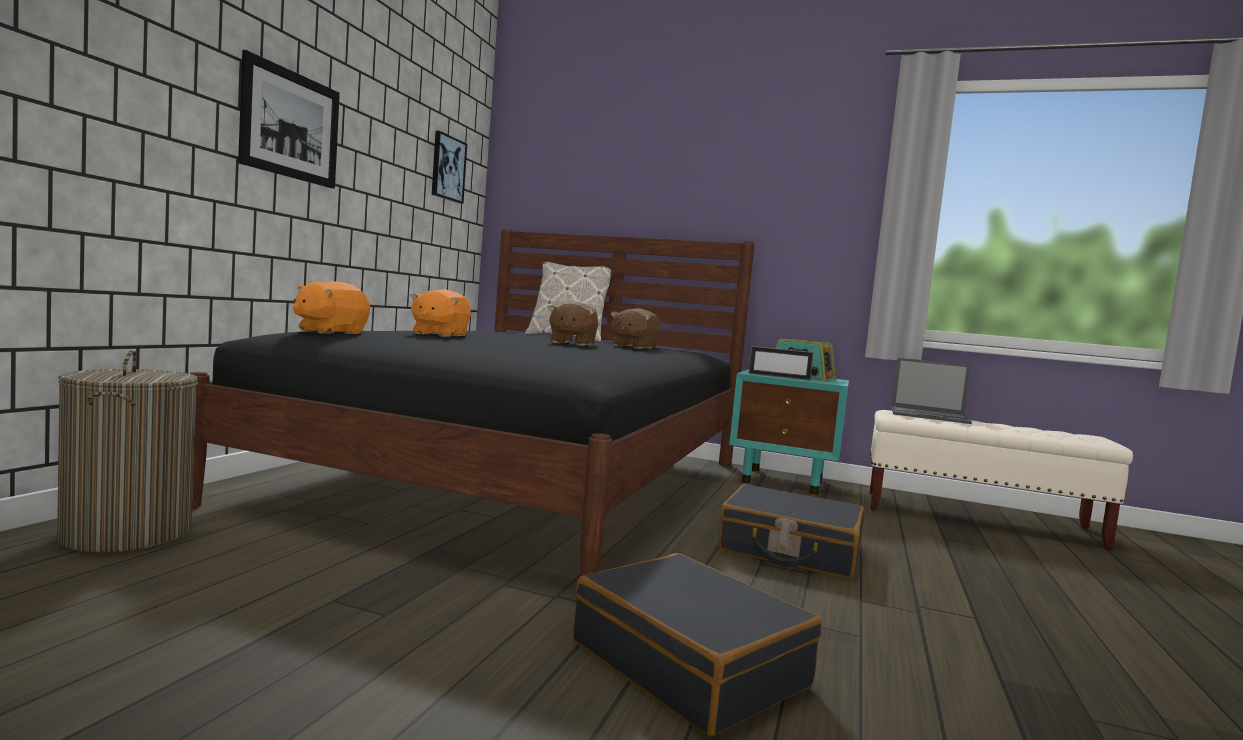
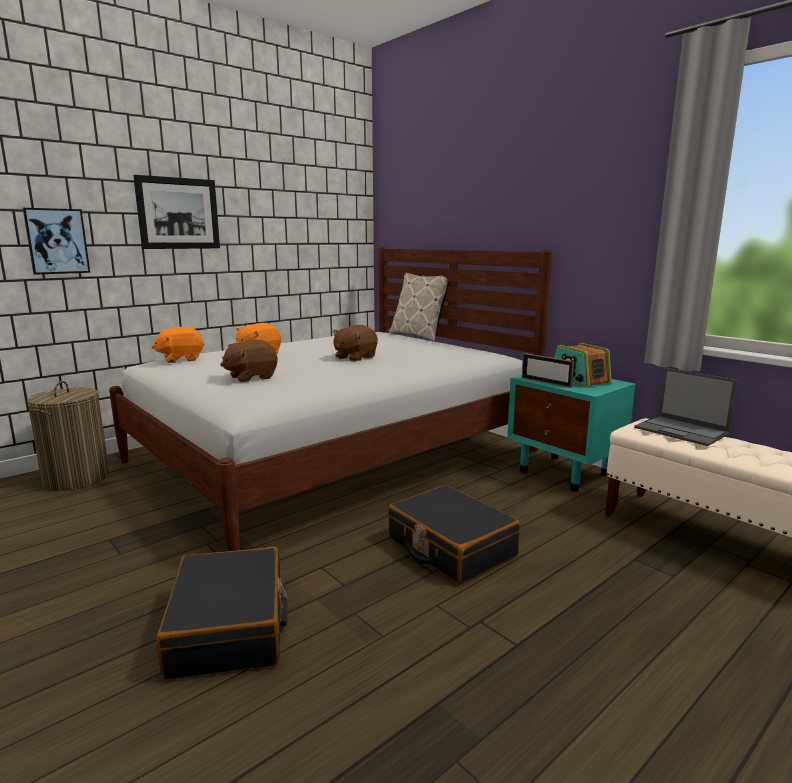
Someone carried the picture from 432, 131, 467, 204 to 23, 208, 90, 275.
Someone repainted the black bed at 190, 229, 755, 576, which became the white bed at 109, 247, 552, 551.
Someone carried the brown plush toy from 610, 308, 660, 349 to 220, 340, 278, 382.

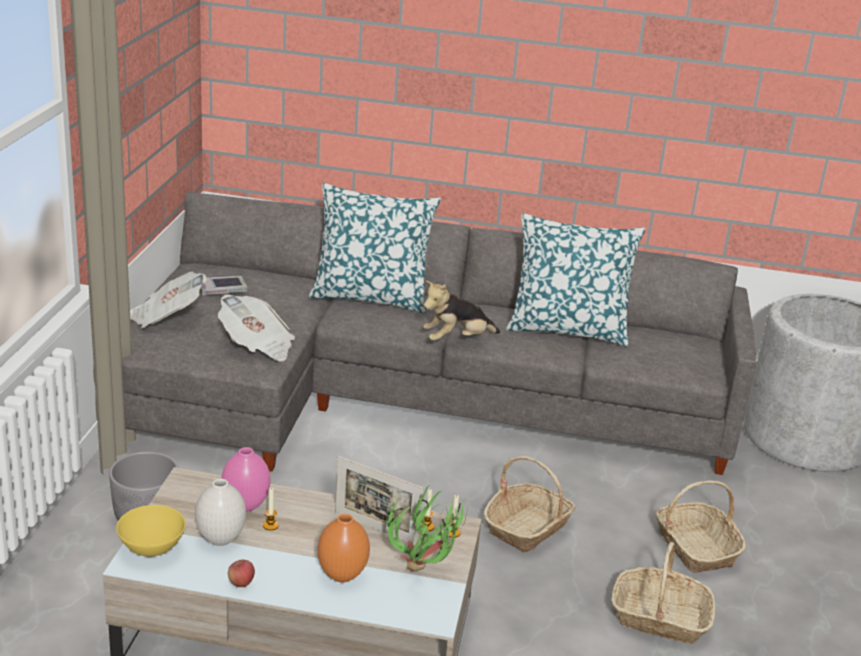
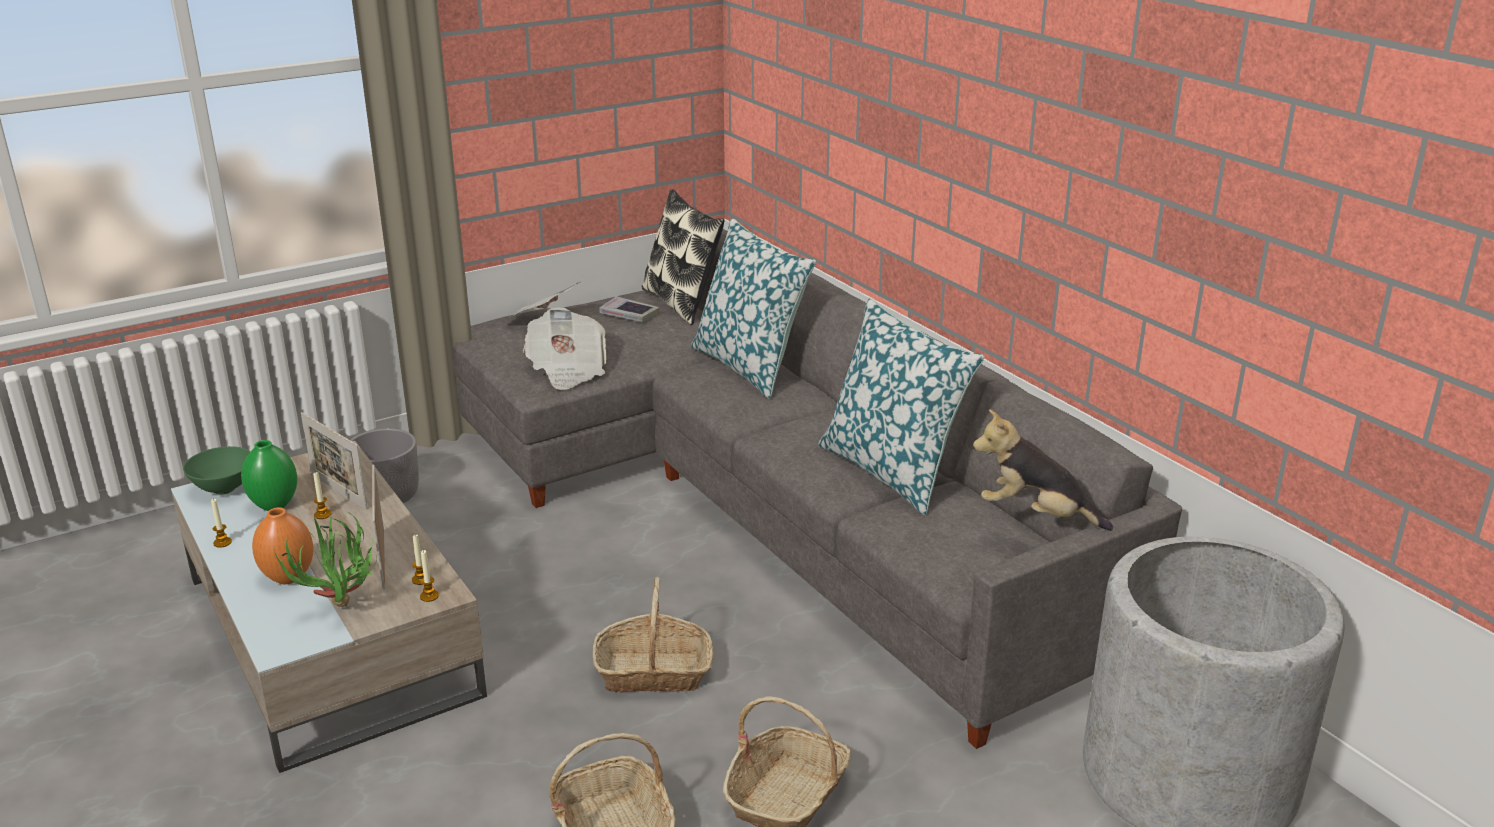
Someone carried the plush toy from 423, 281, 500, 341 to 973, 409, 1113, 531.
Someone swapped the pink vase at 221, 447, 270, 512 for the picture frame at 301, 412, 368, 510.
Someone repainted the white vase at 195, 479, 246, 546, which became the green vase at 241, 440, 297, 511.
Someone repainted the yellow bowl at 116, 505, 186, 557, which became the green bowl at 183, 446, 251, 495.
Someone swapped the apple at 228, 560, 255, 587 for the candle at 211, 498, 232, 548.
Someone put down the pillow at 642, 189, 725, 325.

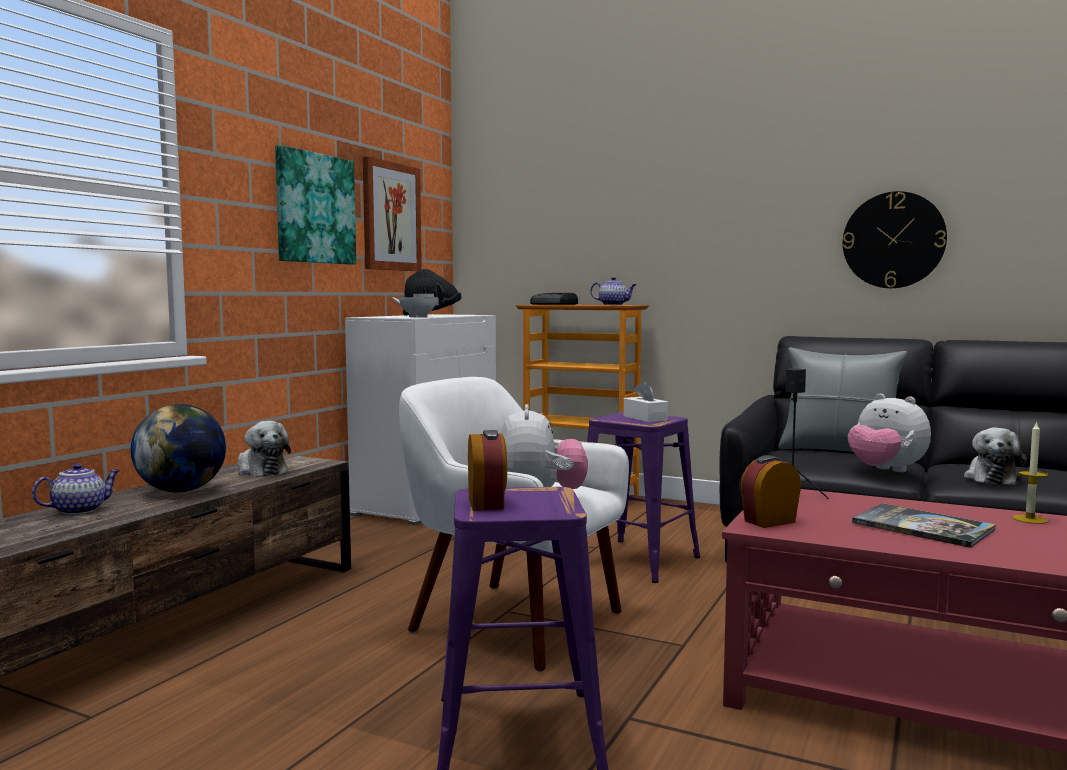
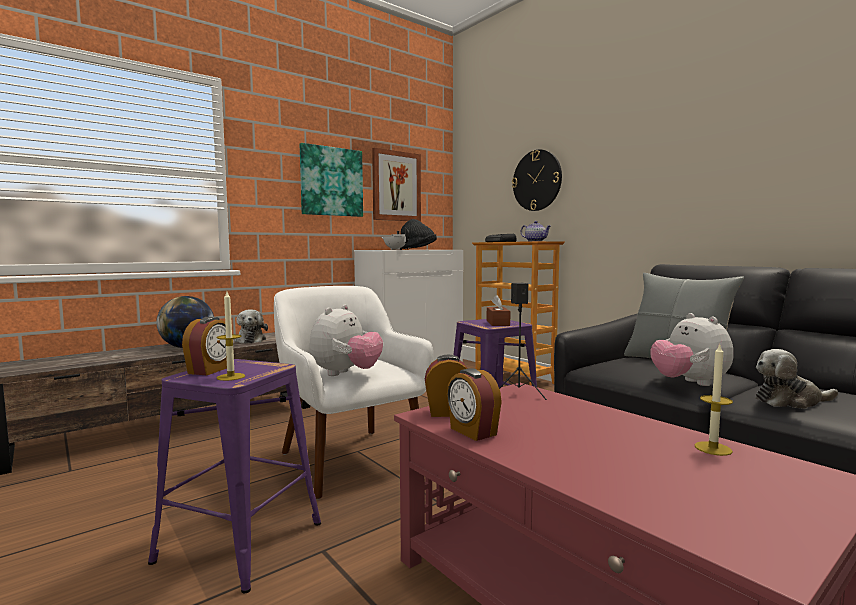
Someone carried the wall clock from 843, 191, 947, 288 to 512, 149, 562, 211.
Someone repainted the white tissue box at 624, 381, 668, 422, which became the brown tissue box at 487, 295, 510, 326.
Someone rotated the plush toy at 964, 427, 1027, 485 by 45 degrees clockwise.
Someone took away the teapot at 32, 463, 120, 515.
Someone took away the book at 852, 503, 996, 548.
Someone put down the candle at 216, 292, 245, 381.
Someone put down the alarm clock at 447, 368, 502, 441.

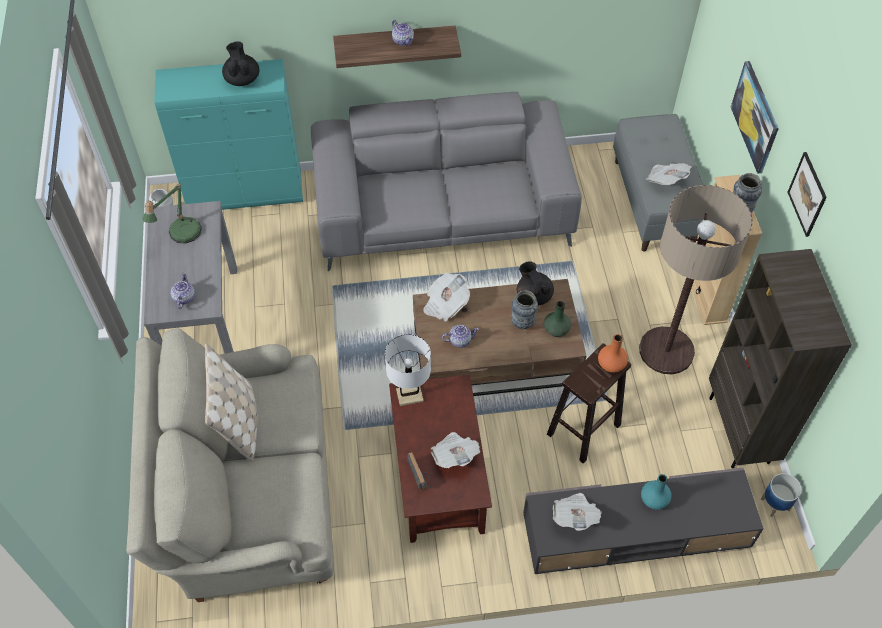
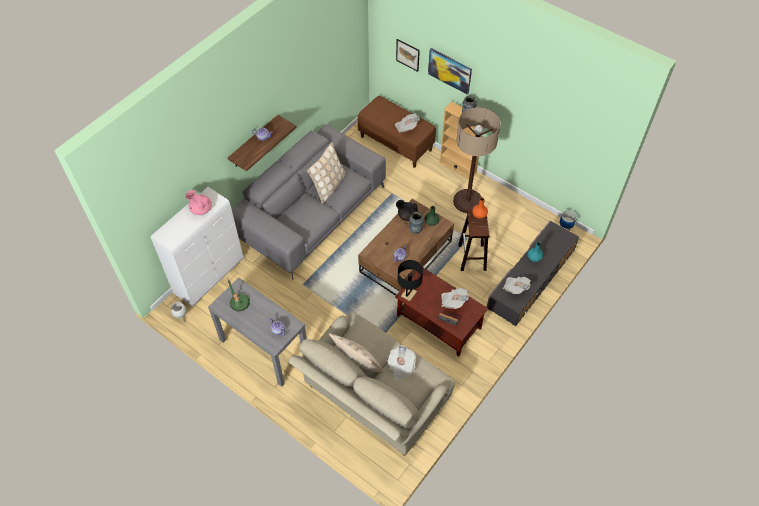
Someone repainted the black teapot at 222, 41, 260, 86, which became the pink teapot at 185, 190, 212, 215.
Someone repainted the turquoise cabinet at 154, 59, 303, 210, which became the white cabinet at 150, 187, 243, 307.
Someone repainted the grey bench at 613, 114, 703, 252, which became the brown bench at 358, 96, 436, 168.
Someone carried the picture from 787, 152, 827, 237 to 396, 39, 420, 72.
Someone took away the brown bookcase at 709, 249, 852, 468.
Someone carried the newspaper from 423, 273, 470, 322 to 387, 345, 416, 380.
Someone repainted the white table lamp at 385, 334, 431, 406, which became the black table lamp at 398, 260, 423, 301.
Someone put down the beige pillow at 307, 142, 346, 204.

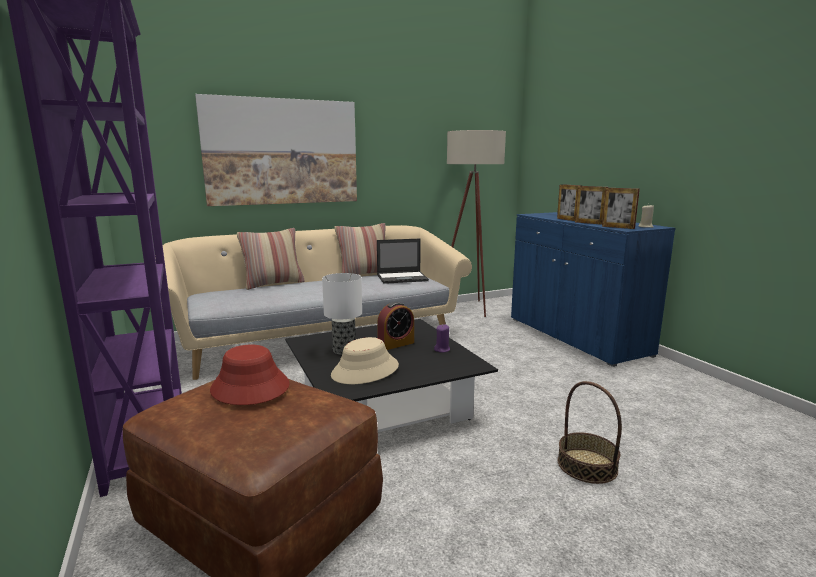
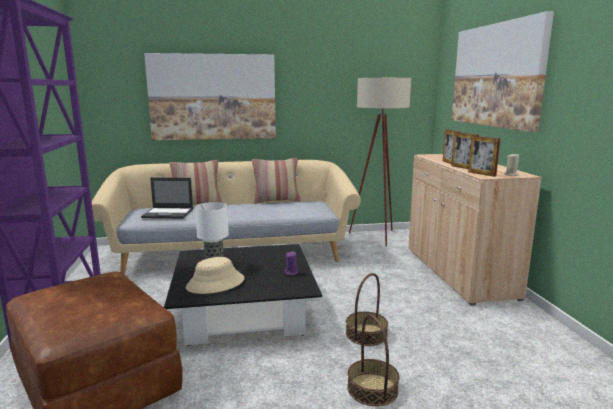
Someone repainted the blue cabinet at 511, 212, 675, 367, which became the beige cabinet at 408, 154, 542, 306.
Someone carried the laptop from 377, 239, 429, 284 to 141, 178, 193, 219.
Someone took away the alarm clock at 377, 302, 414, 350.
Someone took away the red hat at 210, 344, 290, 405.
Someone put up the picture at 452, 11, 554, 132.
Someone put down the basket at 346, 273, 388, 346.

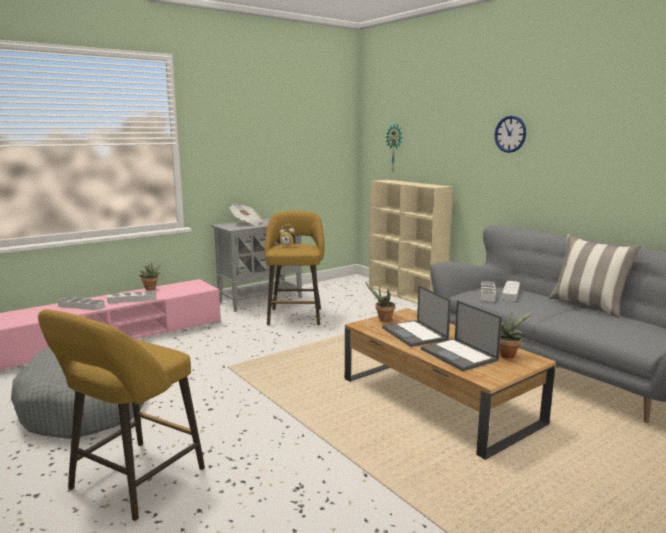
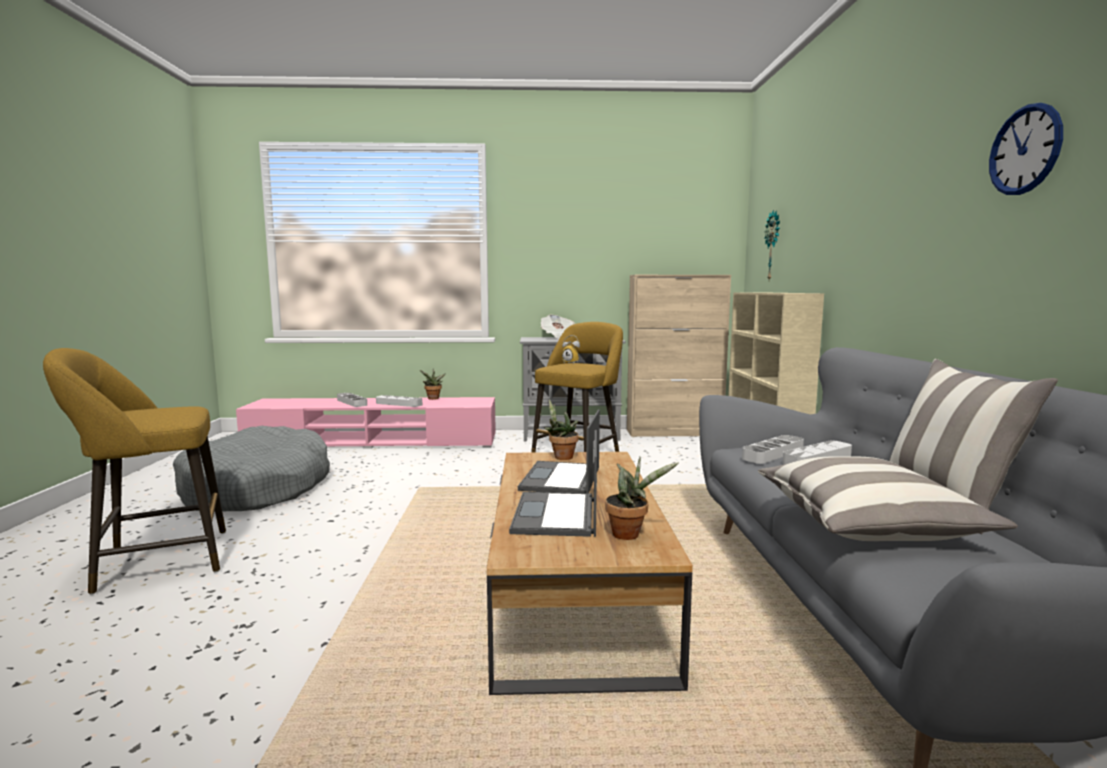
Someone carried the wall clock from 495, 116, 526, 153 to 989, 103, 1063, 195.
Someone put down the beige cabinet at 627, 275, 731, 437.
Someone put down the pillow at 758, 456, 1018, 541.

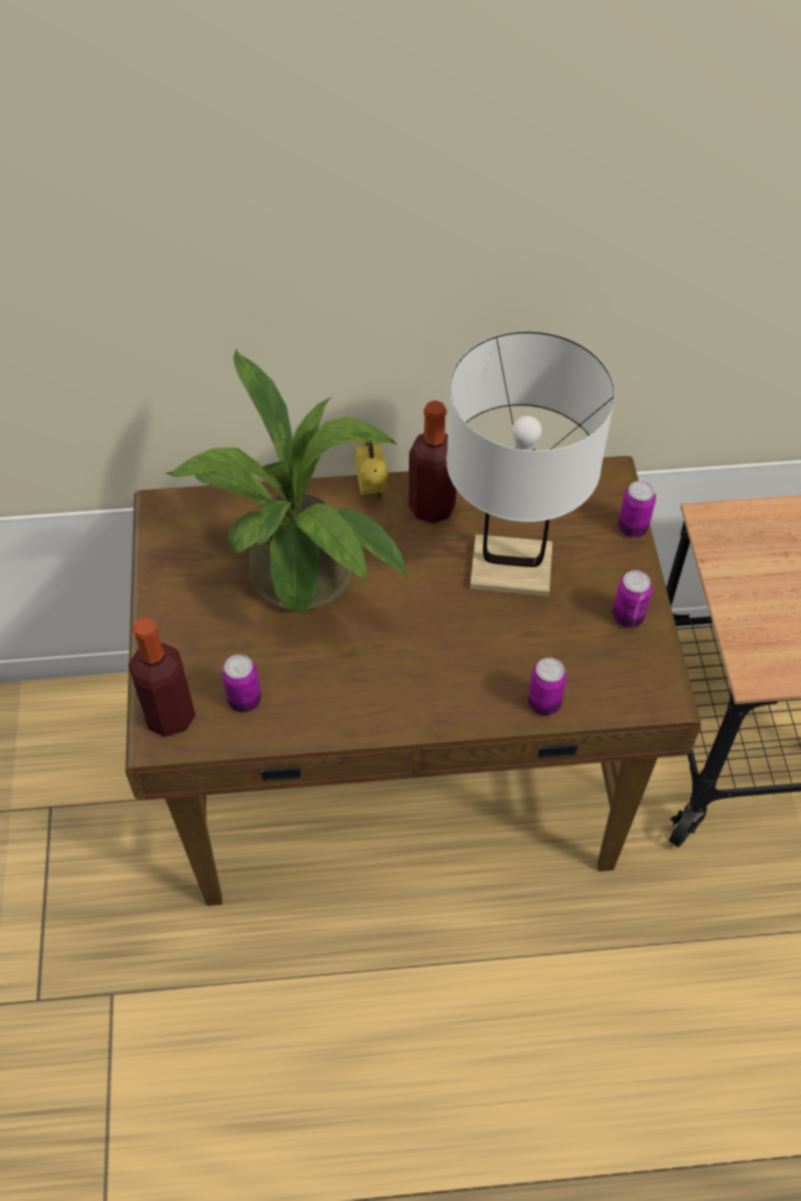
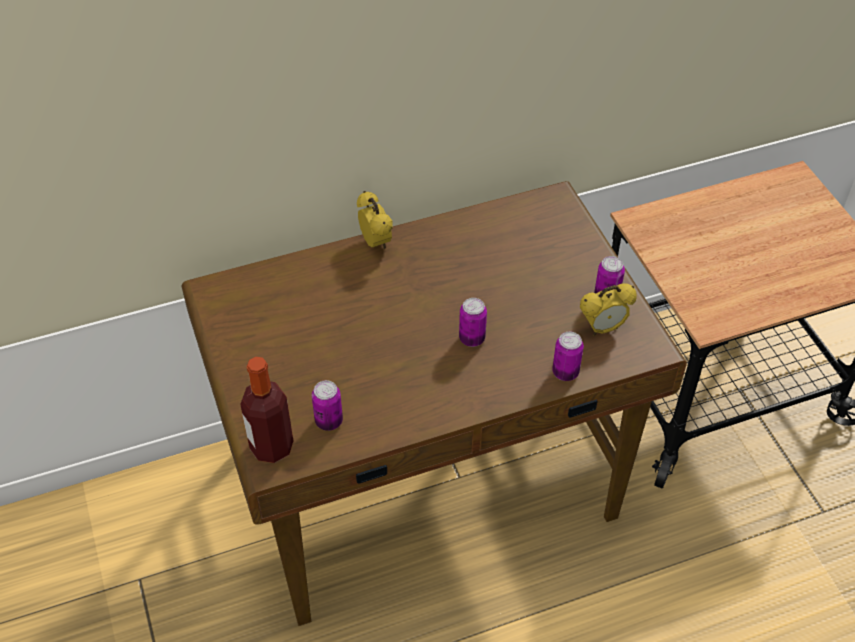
Someone took away the white table lamp at 446, 331, 615, 597.
Someone took away the potted plant at 167, 348, 407, 615.
Someone took away the bottle at 409, 400, 456, 524.
Someone carried the can from 618, 481, 656, 538 to 459, 298, 487, 347.
Someone put down the alarm clock at 580, 283, 637, 336.

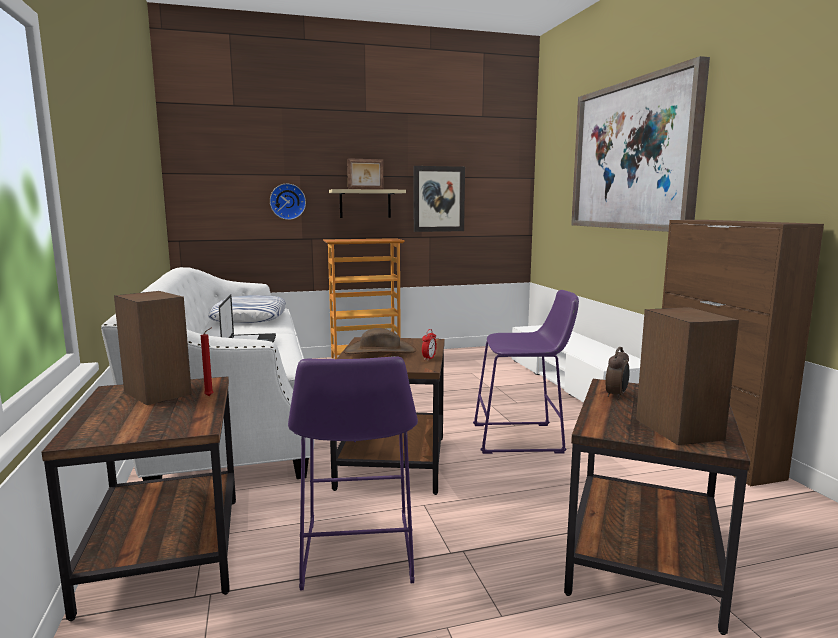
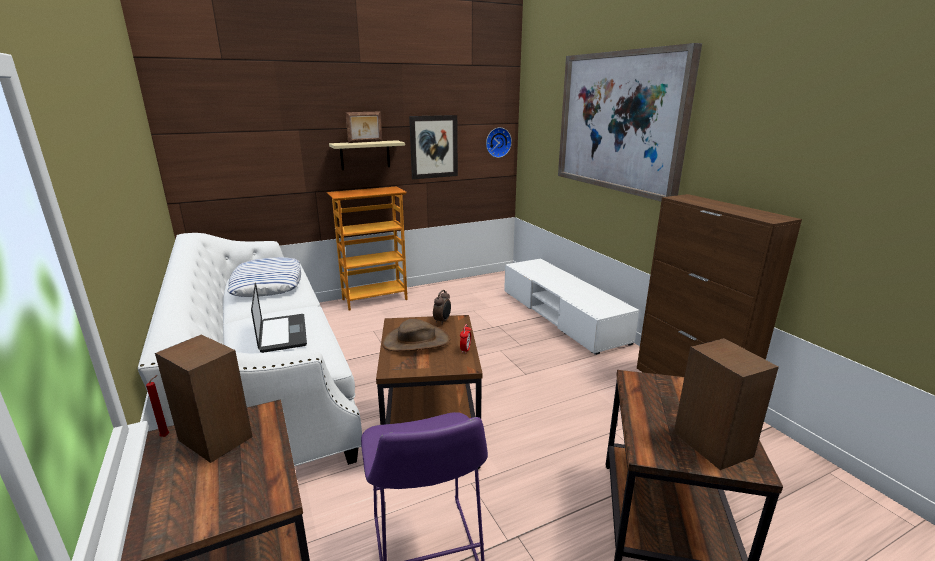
Someone carried the wall clock from 270, 184, 306, 220 to 486, 127, 512, 158.
Someone took away the purple stool at 473, 290, 579, 454.
Someone carried the red candle from 201, 327, 213, 396 to 146, 375, 169, 437.
Someone carried the alarm clock from 605, 347, 630, 400 to 433, 290, 451, 325.

